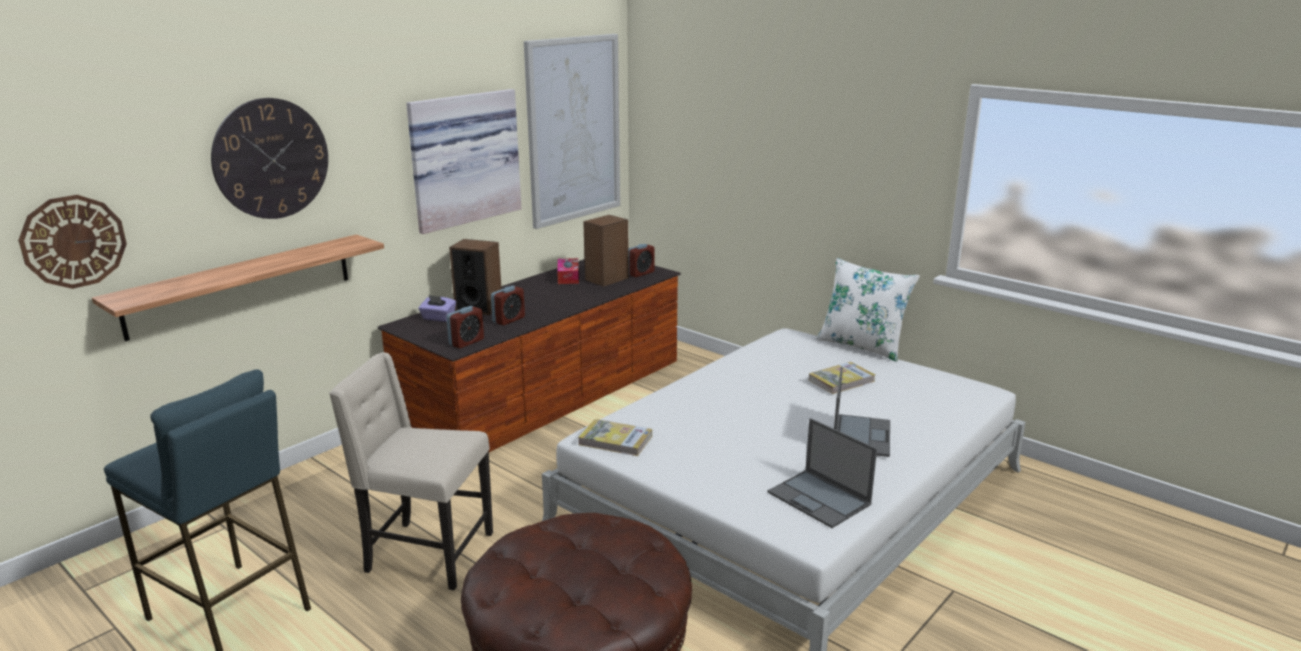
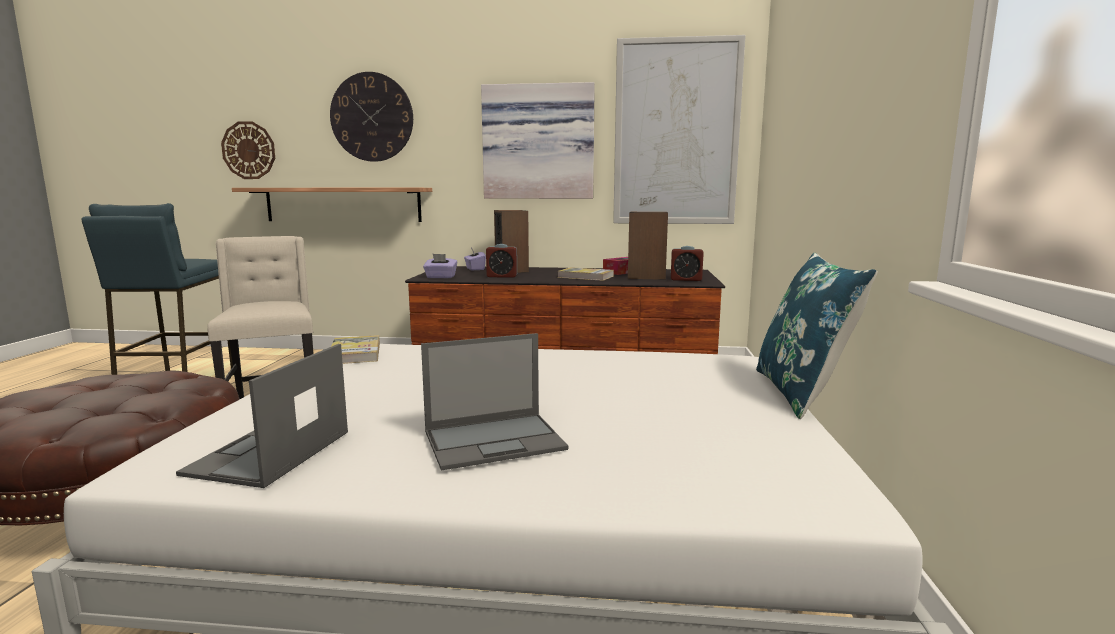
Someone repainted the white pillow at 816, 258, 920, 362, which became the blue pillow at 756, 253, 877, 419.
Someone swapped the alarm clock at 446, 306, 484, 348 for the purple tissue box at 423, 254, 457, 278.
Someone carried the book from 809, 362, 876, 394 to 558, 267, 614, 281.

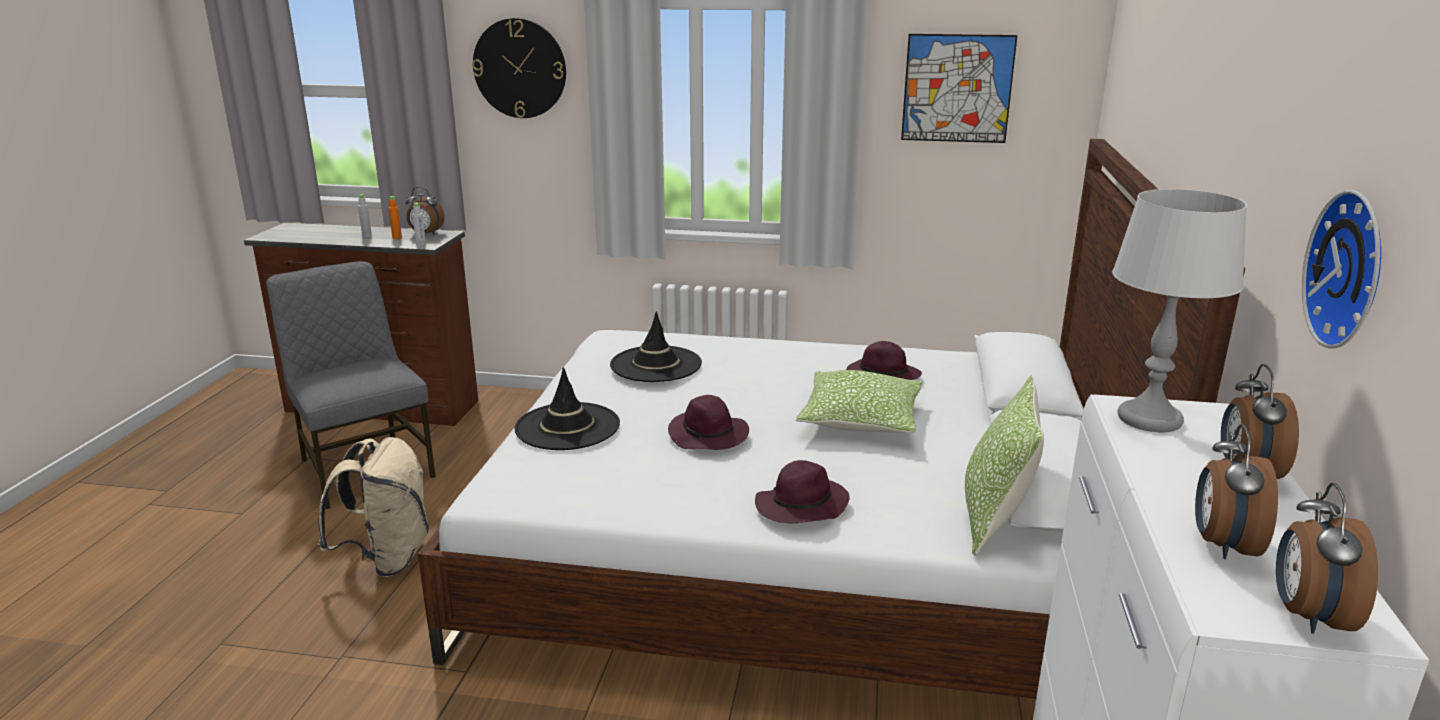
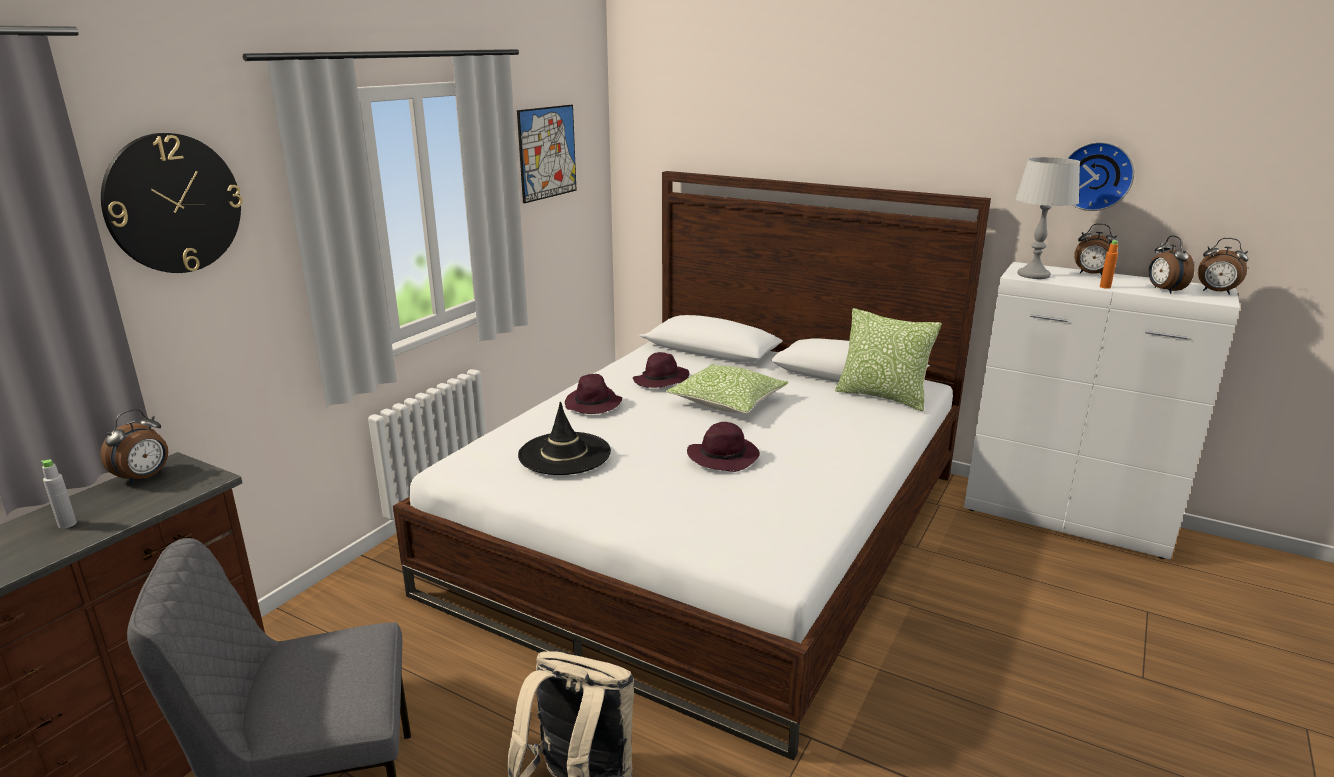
Someone carried the orange bottle from 388, 196, 402, 239 to 1100, 240, 1118, 289.
Someone took away the grey bottle at 412, 203, 426, 247.
Someone took away the black hat at 514, 367, 620, 450.
Someone rotated the alarm clock at 1195, 424, 1278, 559 by 45 degrees clockwise.
Someone carried the purple hat from 755, 460, 850, 523 to 565, 374, 622, 414.

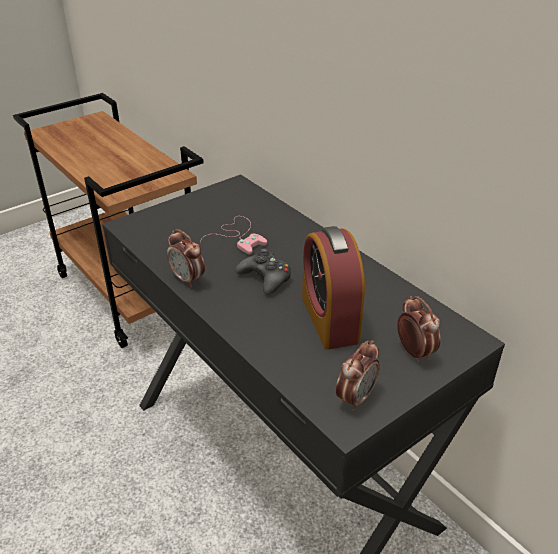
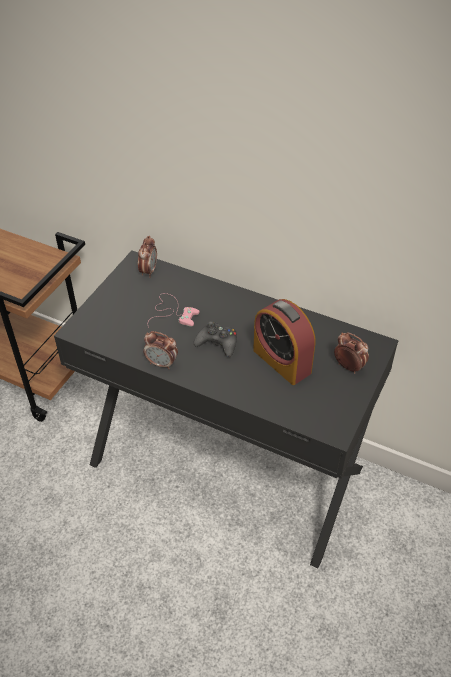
Someone carried the alarm clock from 336, 340, 379, 411 to 138, 236, 157, 278.

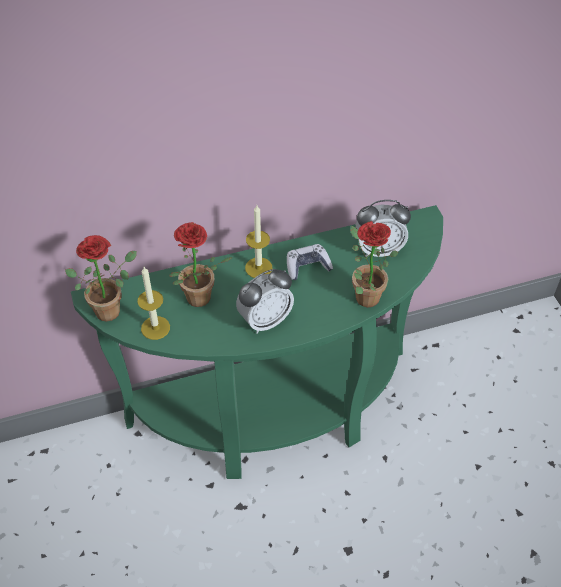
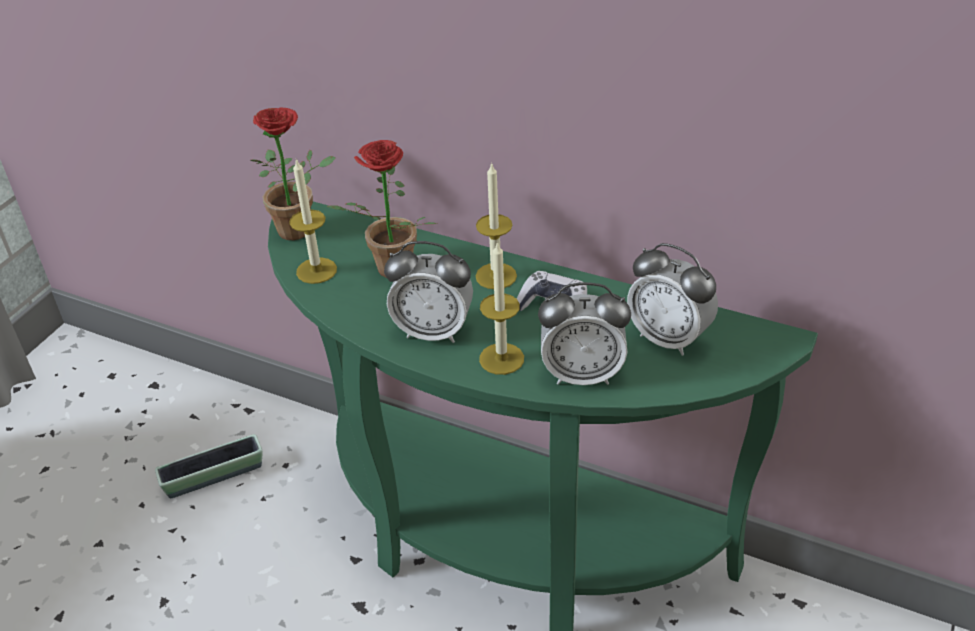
Someone swapped the potted plant at 351, 221, 399, 307 for the alarm clock at 538, 282, 631, 385.
Someone put down the candle at 479, 241, 524, 375.
Someone put down the planter at 155, 434, 262, 498.

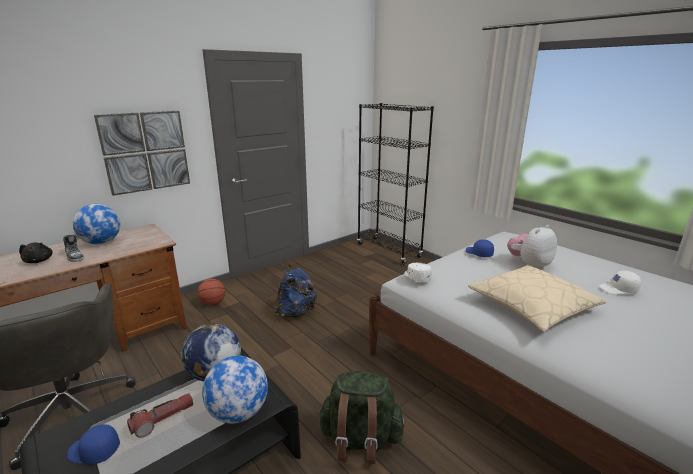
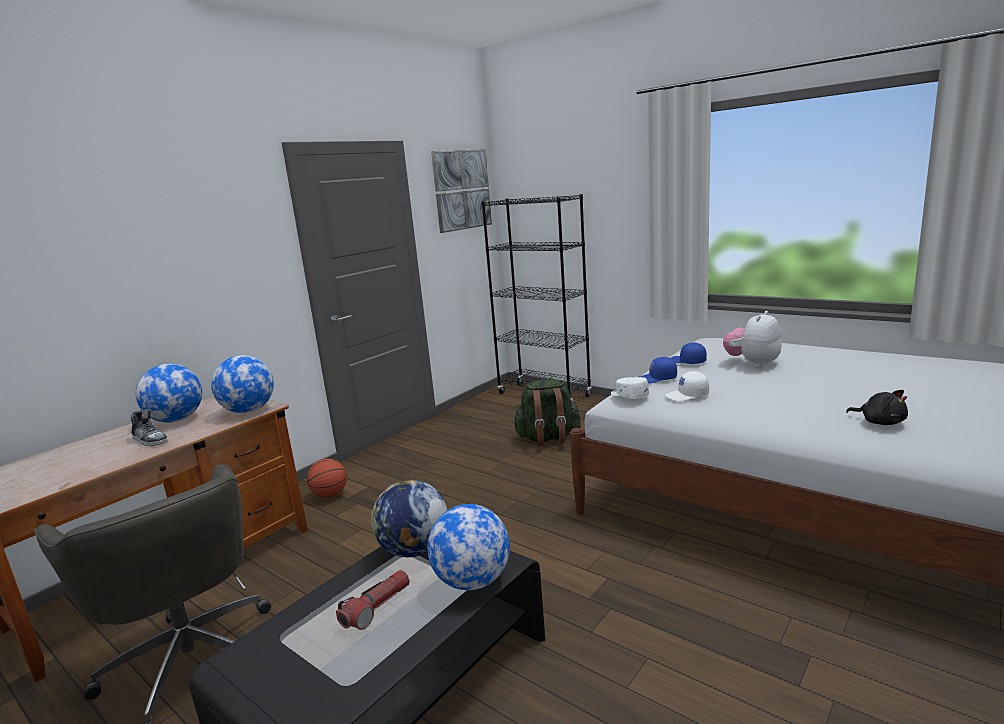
Someone carried the picture from 94, 111, 190, 196 to 431, 149, 492, 233.
Someone carried the black plush toy from 19, 242, 53, 263 to 846, 390, 908, 425.
Someone took away the blue backpack at 273, 265, 317, 318.
Someone took away the beige pillow at 468, 265, 607, 332.
Someone carried the white cap from 599, 271, 641, 295 to 665, 371, 709, 402.
Someone carried the green backpack from 318, 371, 404, 464 to 513, 379, 581, 447.
Someone carried the blue cap from 67, 424, 120, 465 to 639, 357, 677, 384.
Someone put down the globe at 211, 355, 274, 413.

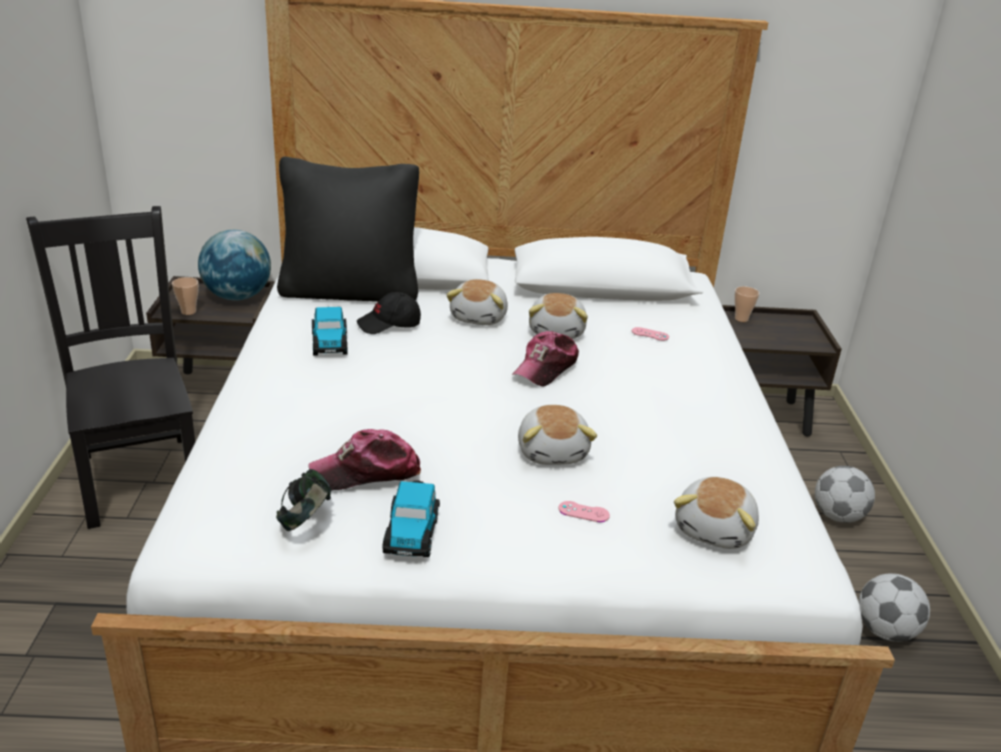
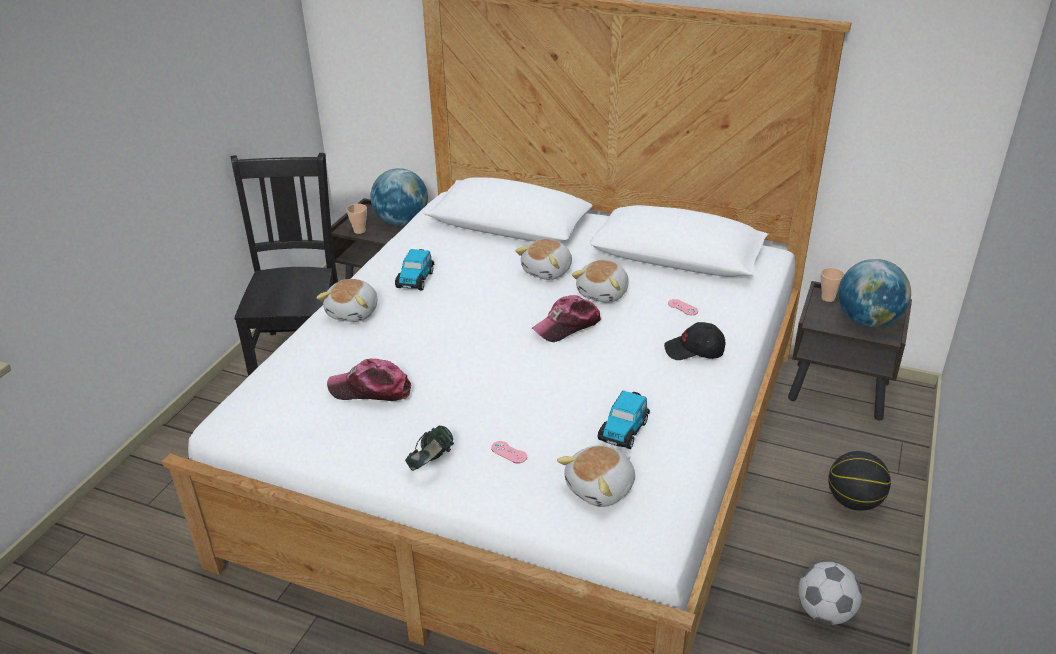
Someone took away the black pillow at 277, 157, 419, 302.
Someone carried the black cap from 357, 292, 421, 334 to 664, 322, 725, 360.
Someone carried the plush toy from 518, 405, 597, 465 to 316, 279, 377, 322.
Someone swapped the football at 815, 466, 875, 523 for the basketball at 828, 451, 891, 511.
Someone carried the headphones from 276, 469, 332, 531 to 405, 426, 454, 471.
Someone carried the toy car from 382, 480, 440, 557 to 598, 391, 650, 449.
Someone put down the globe at 838, 259, 911, 327.

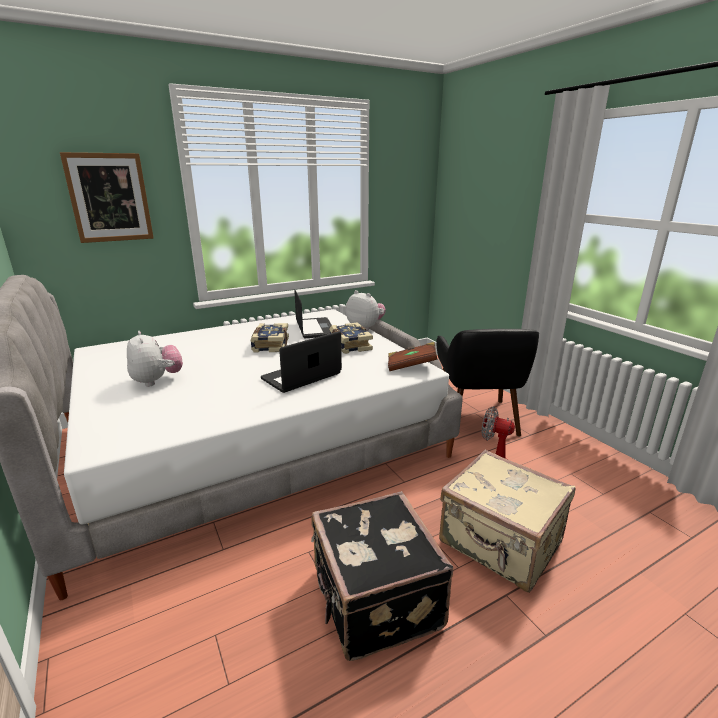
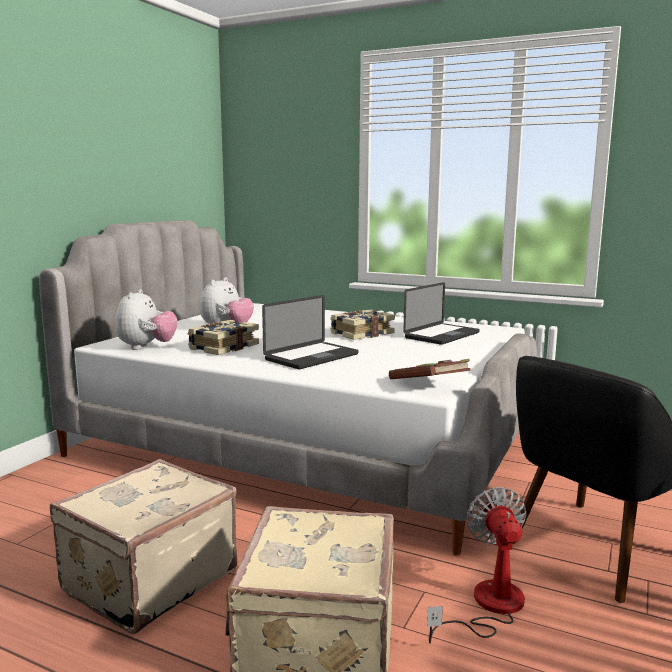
Someone took away the picture at 60, 152, 154, 243.
Someone carried the plush toy from 346, 290, 386, 331 to 116, 289, 178, 350.
Someone carried the book from 329, 322, 373, 354 to 188, 320, 259, 355.
Someone rotated the laptop at 261, 331, 342, 393 by 120 degrees clockwise.
Someone repainted the black suitcase at 311, 491, 453, 661, which became the beige suitcase at 50, 459, 237, 634.

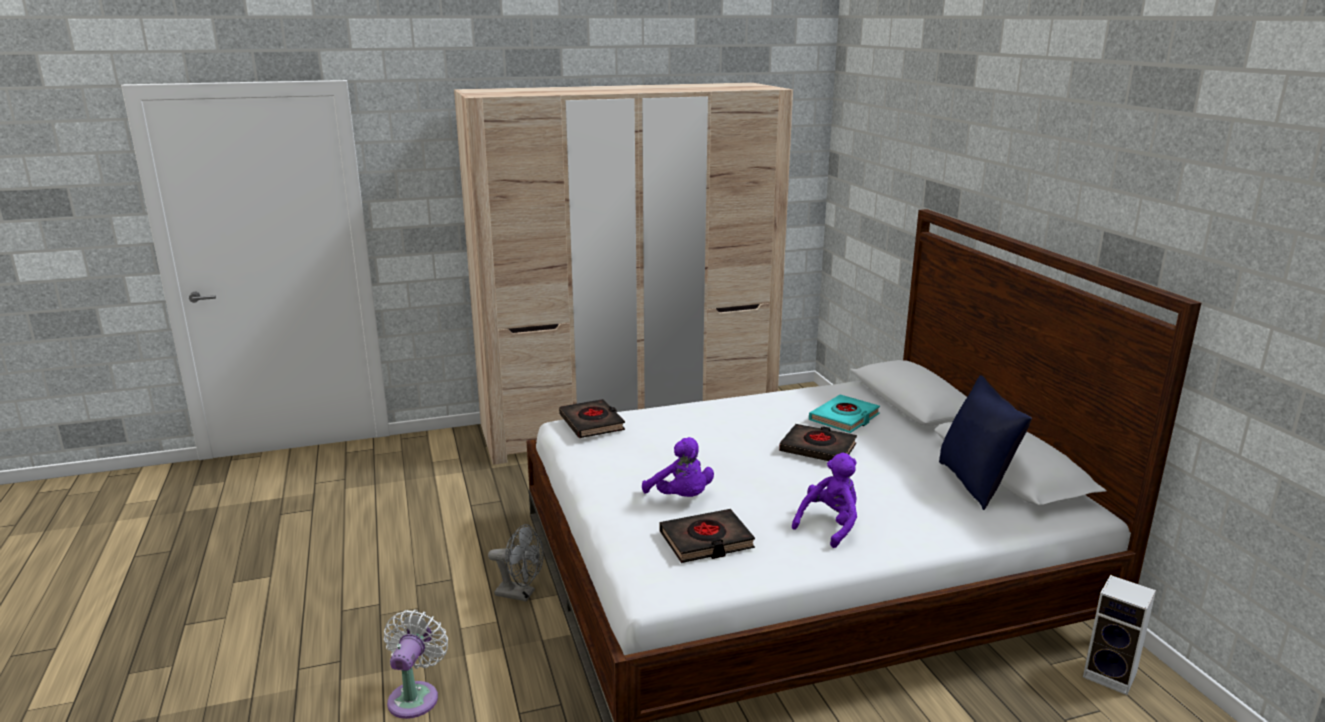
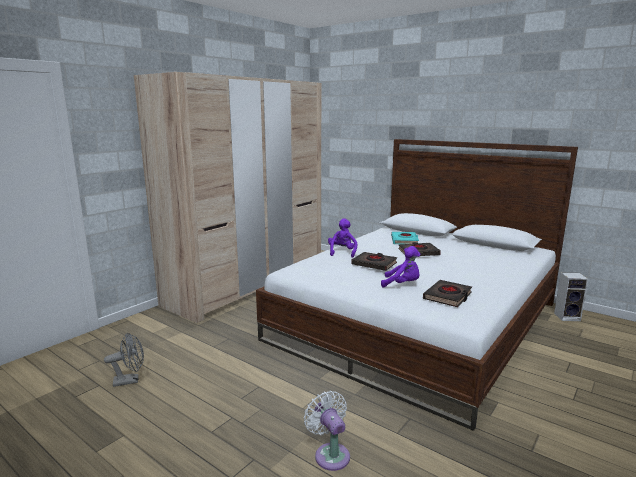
Someone took away the blue pillow at 939, 375, 1032, 510.
Someone carried the black book from 559, 399, 625, 438 to 351, 252, 397, 271.
Someone carried the purple plush toy from 792, 453, 857, 548 to 328, 218, 357, 258.
Someone carried the grey fan from 488, 524, 544, 601 to 104, 333, 144, 387.

